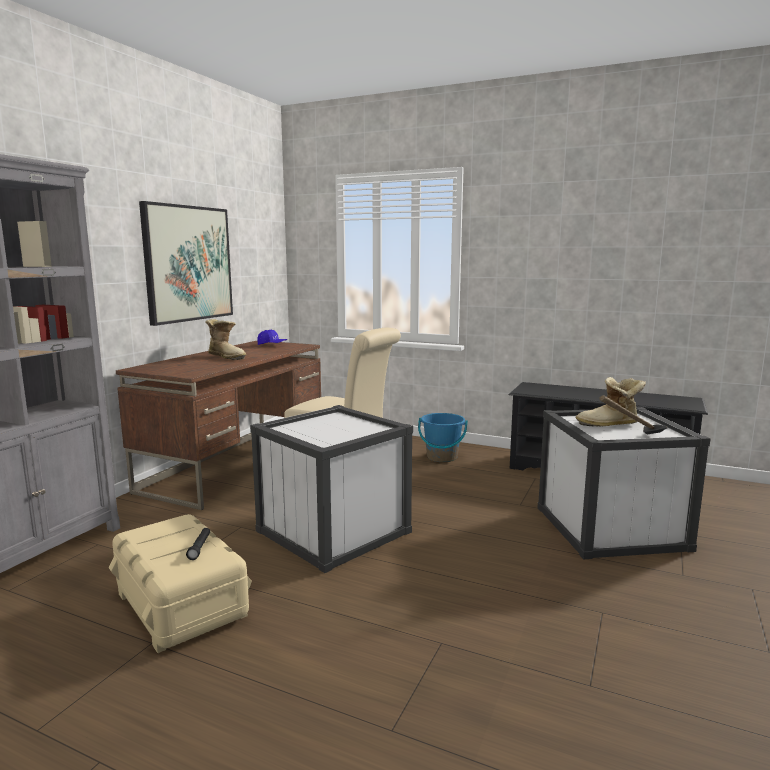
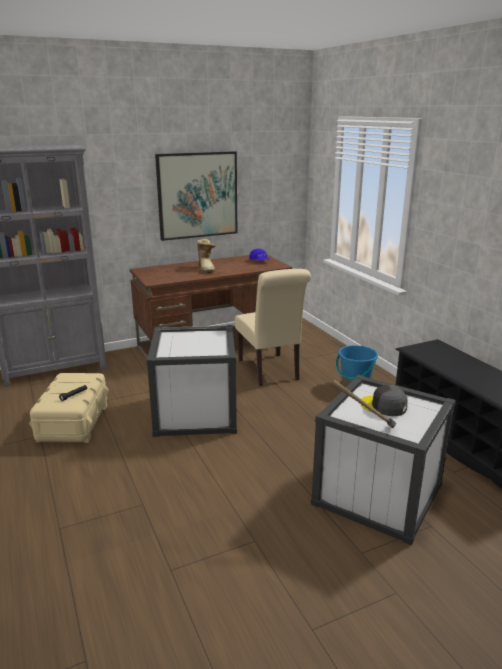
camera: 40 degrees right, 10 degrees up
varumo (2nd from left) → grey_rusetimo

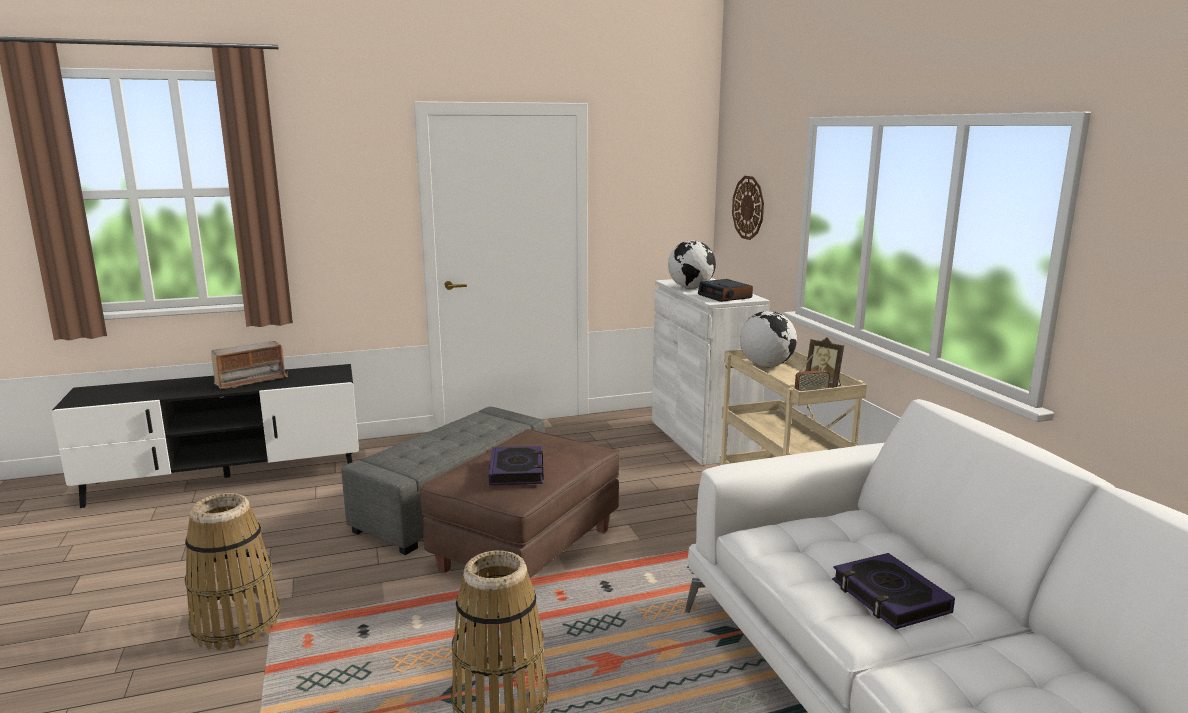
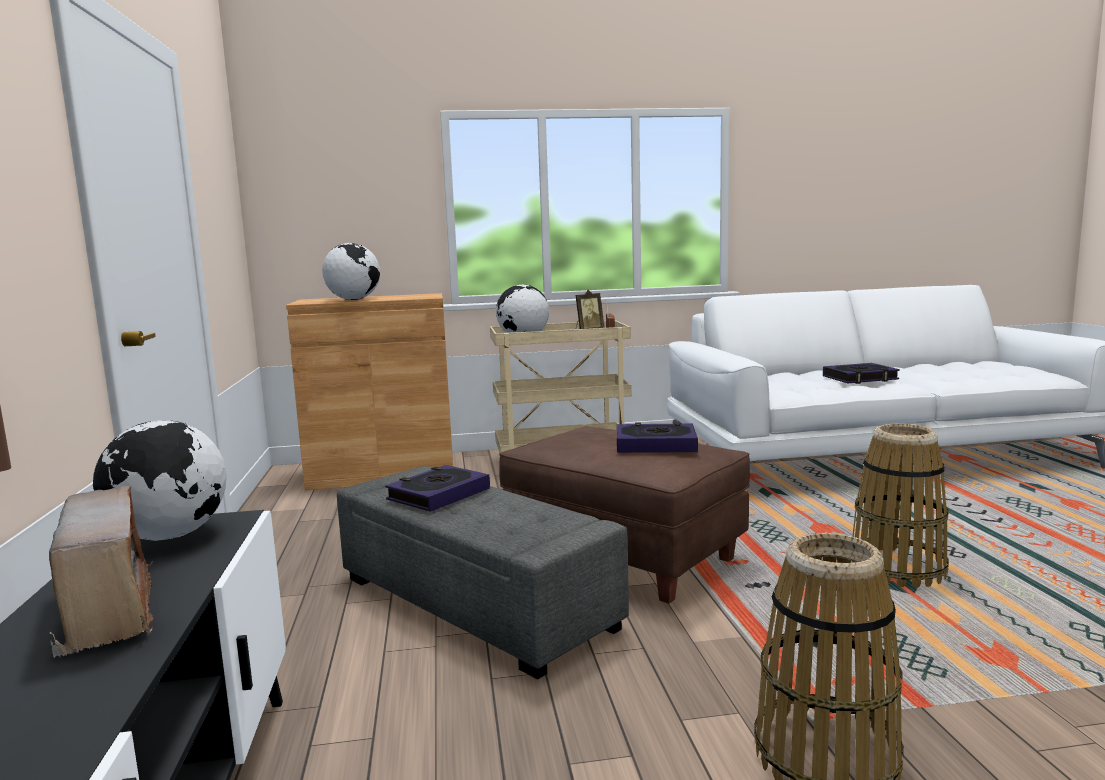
camera: 80 degrees left, 5 degrees down
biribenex → -
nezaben → -
- → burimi (1st from left)
- → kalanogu (1st from left)
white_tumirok → brown_tumirok

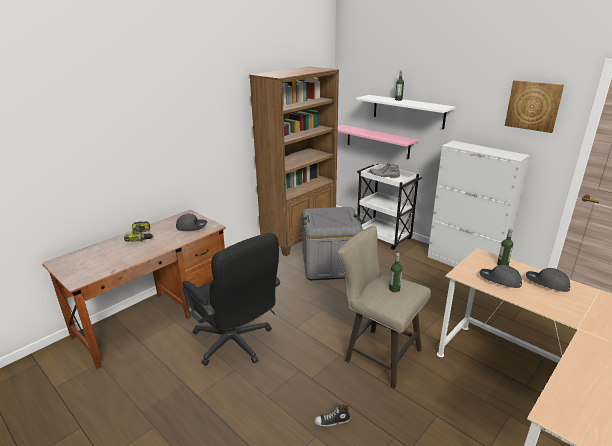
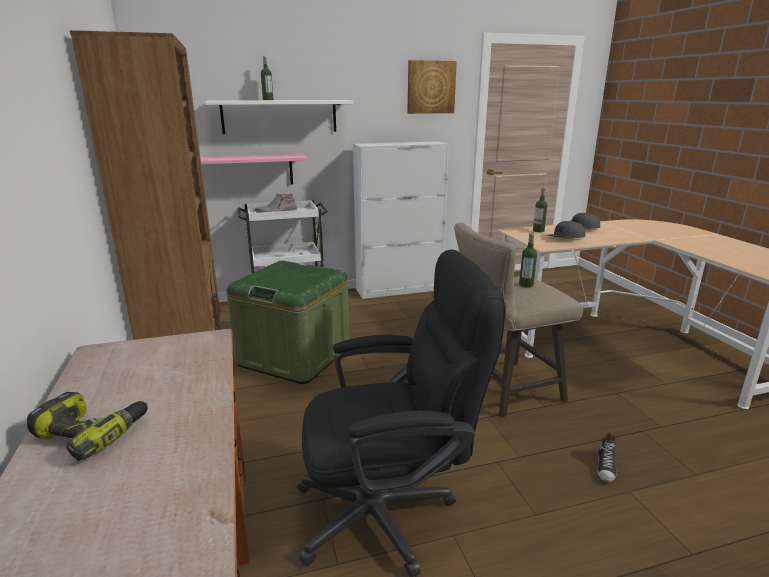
camera: 60 degrees left, 5 degrees down
grey_rusetimo (1st from left) → -
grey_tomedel → green_tomedel

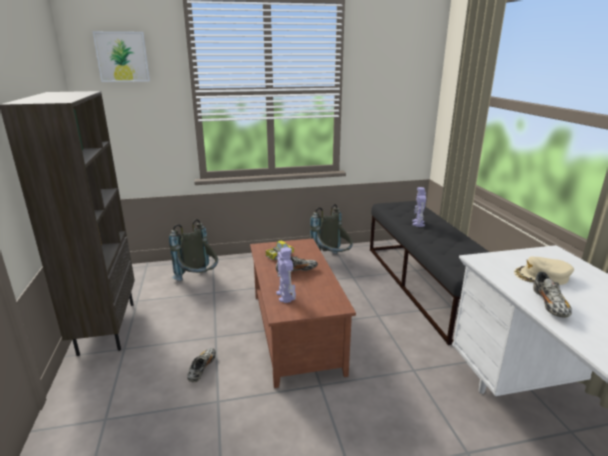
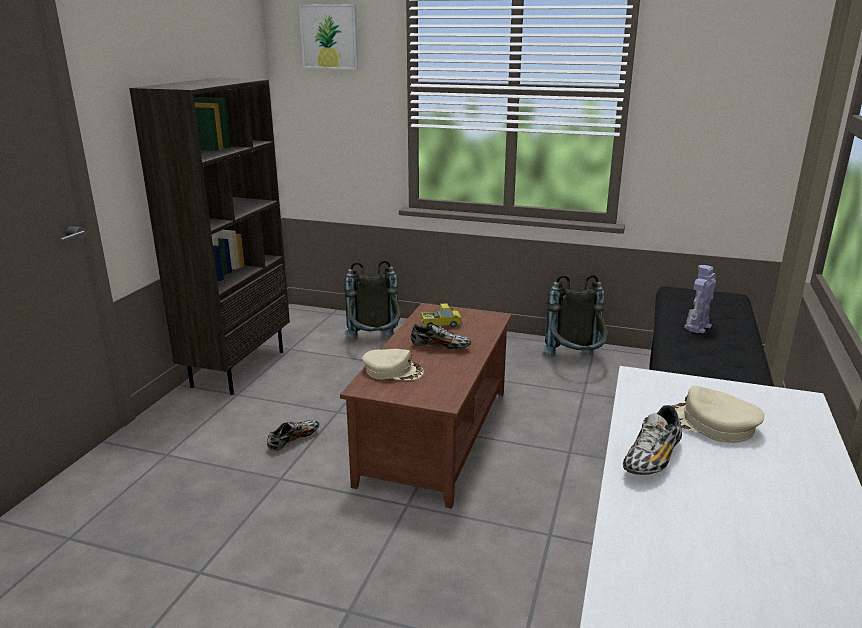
camera: 30 degrees right, 0 degrees up
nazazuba (1st from left) → beige_rusetimo (1st from left)

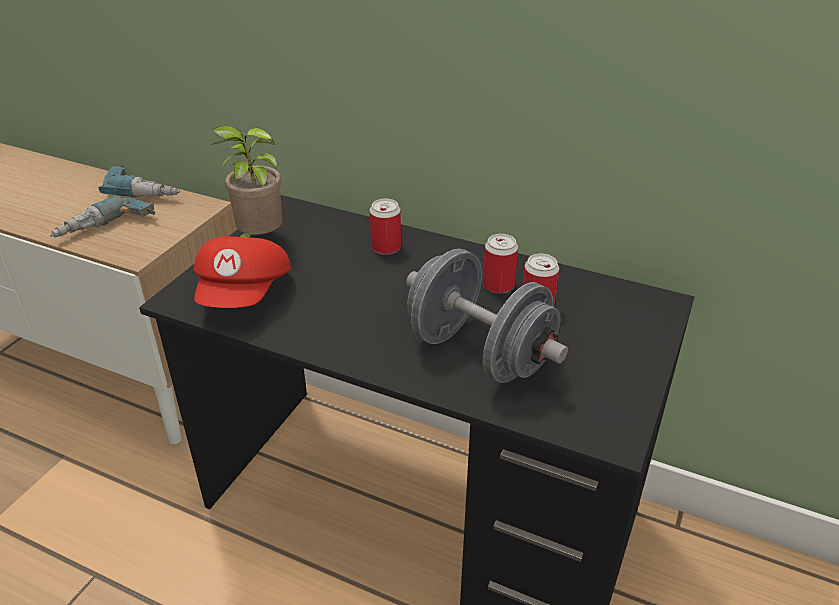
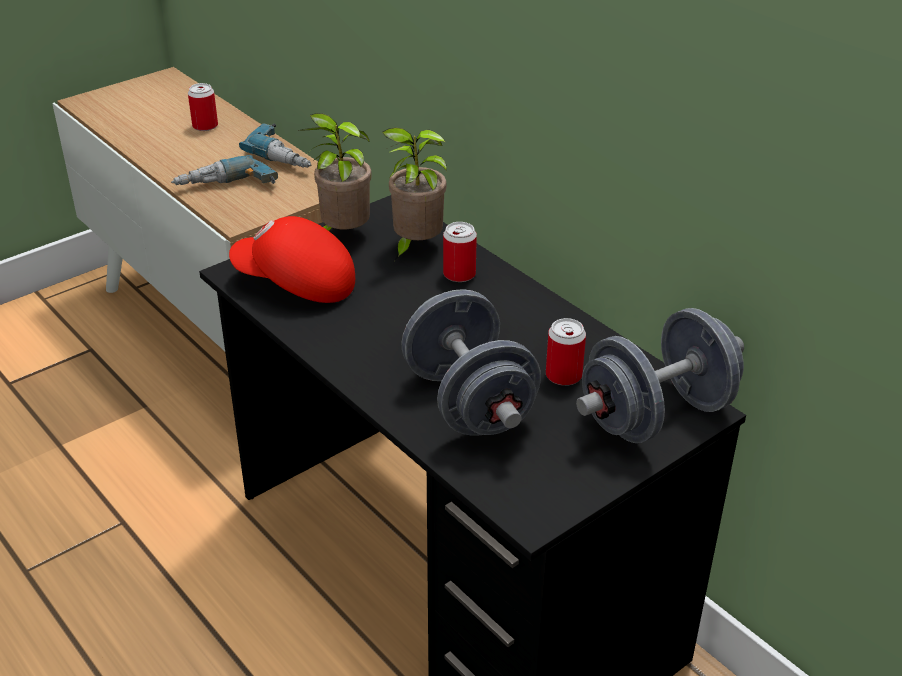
camera: 25 degrees right, 0 degrees up
- → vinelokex (2nd from left)
- → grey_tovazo (2nd from left)
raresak (2nd from left in the first image) → raresak (1st from left), move
red_rusetimo, 75 degrees clockwise

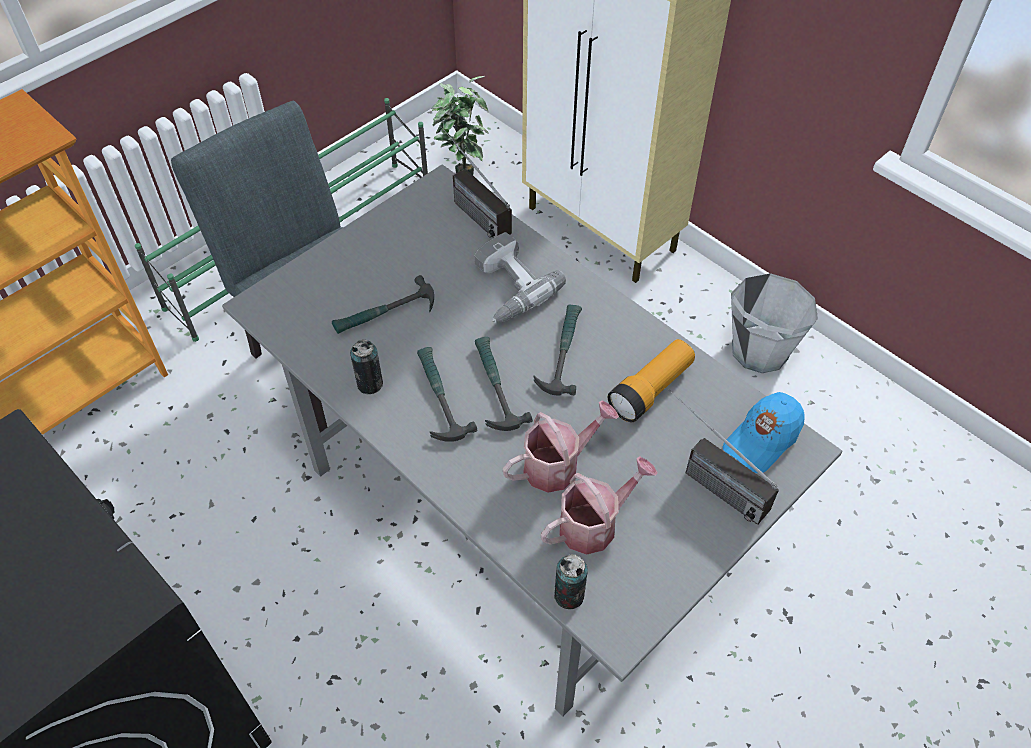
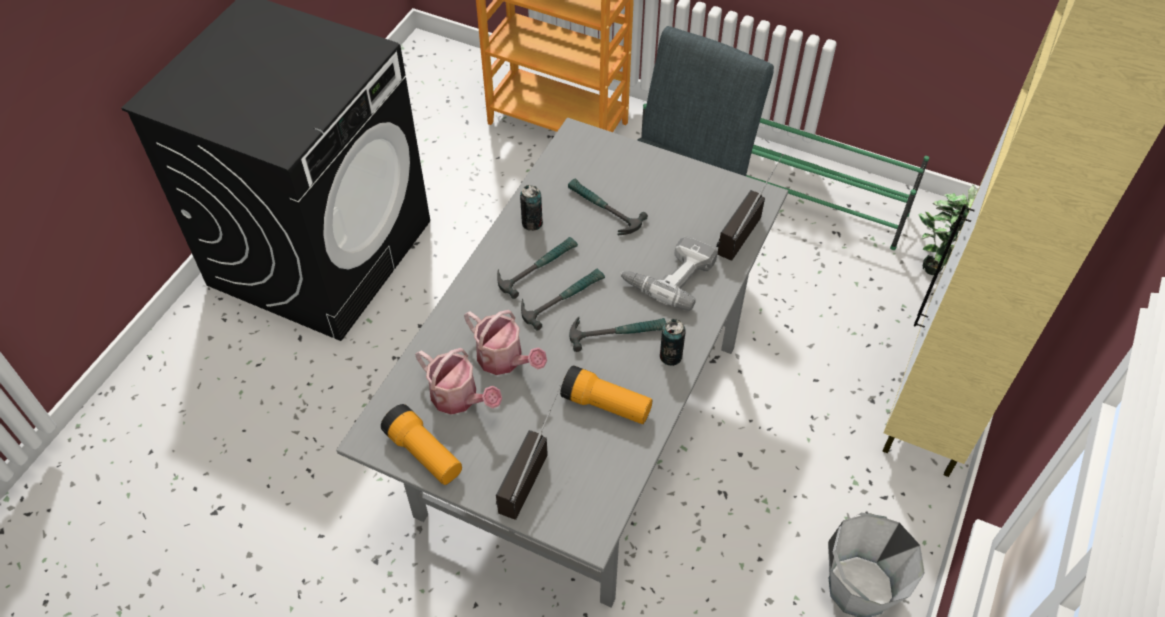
camera: 70 degrees right, 0 degrees up
blue_rusetimo → -
- → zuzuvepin (1st from left)
raresak (2nd from left), move

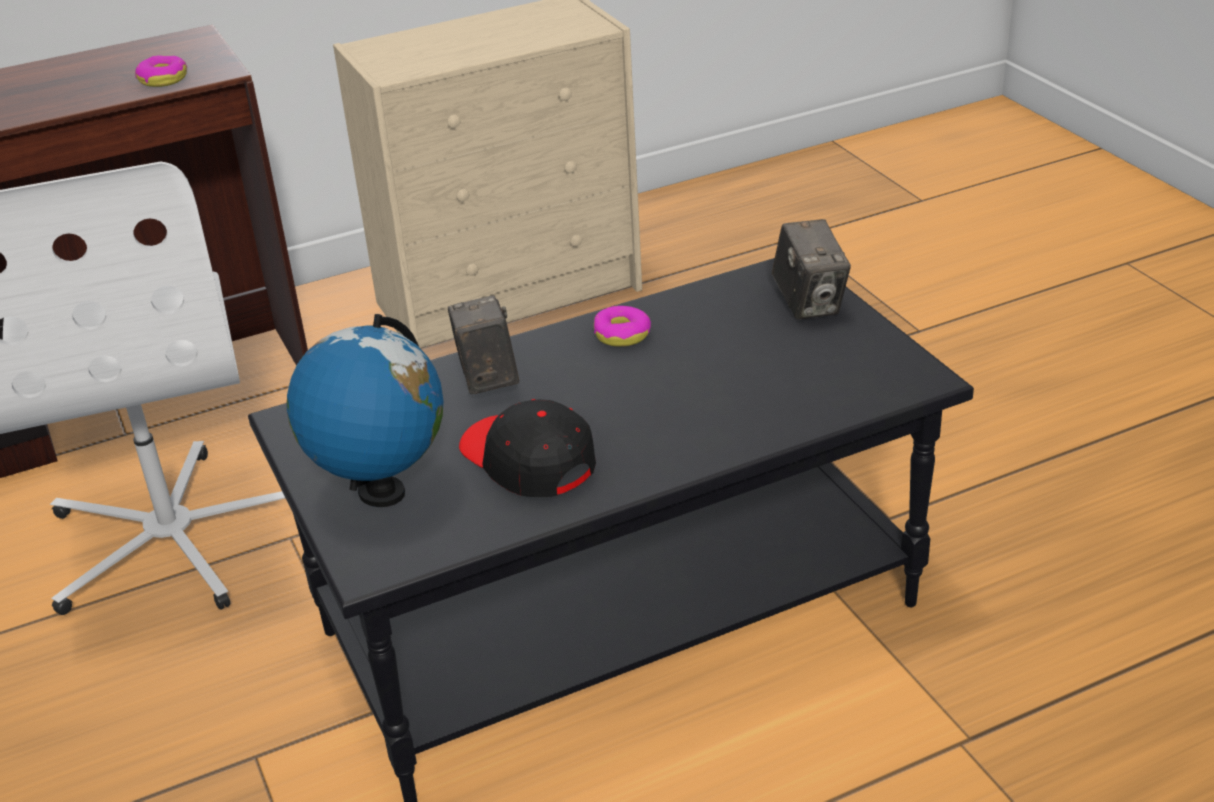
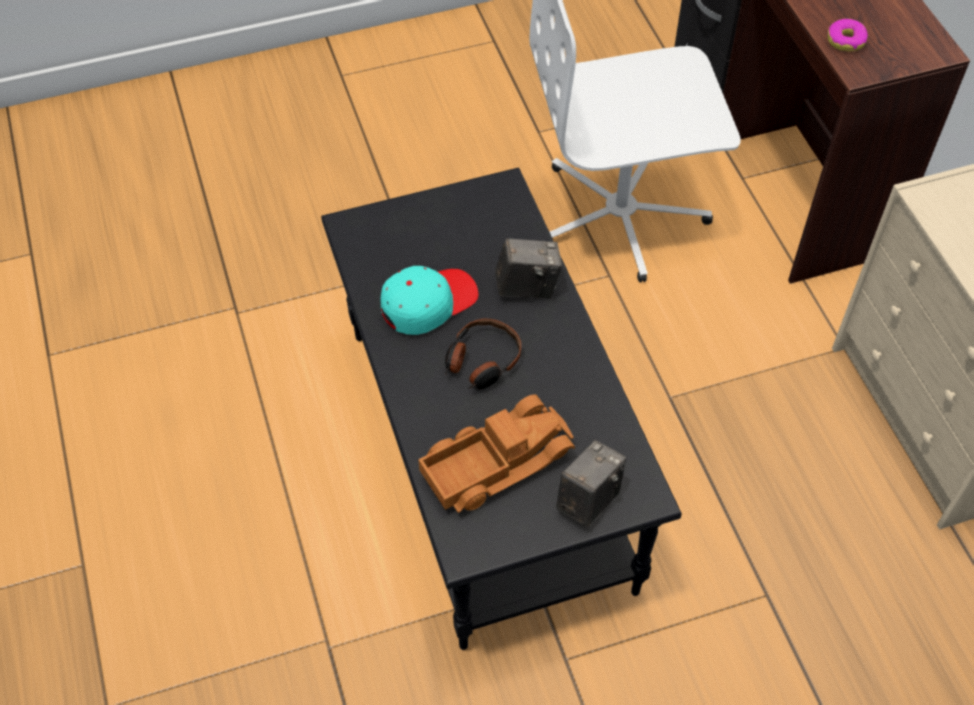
camera: 95 degrees right, 20 degrees up
burimi → -
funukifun (2nd from left) → -
- → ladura
- → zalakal
black_rusetimo → turquoise_rusetimo
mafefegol (2nd from left), 135 degrees clockwise

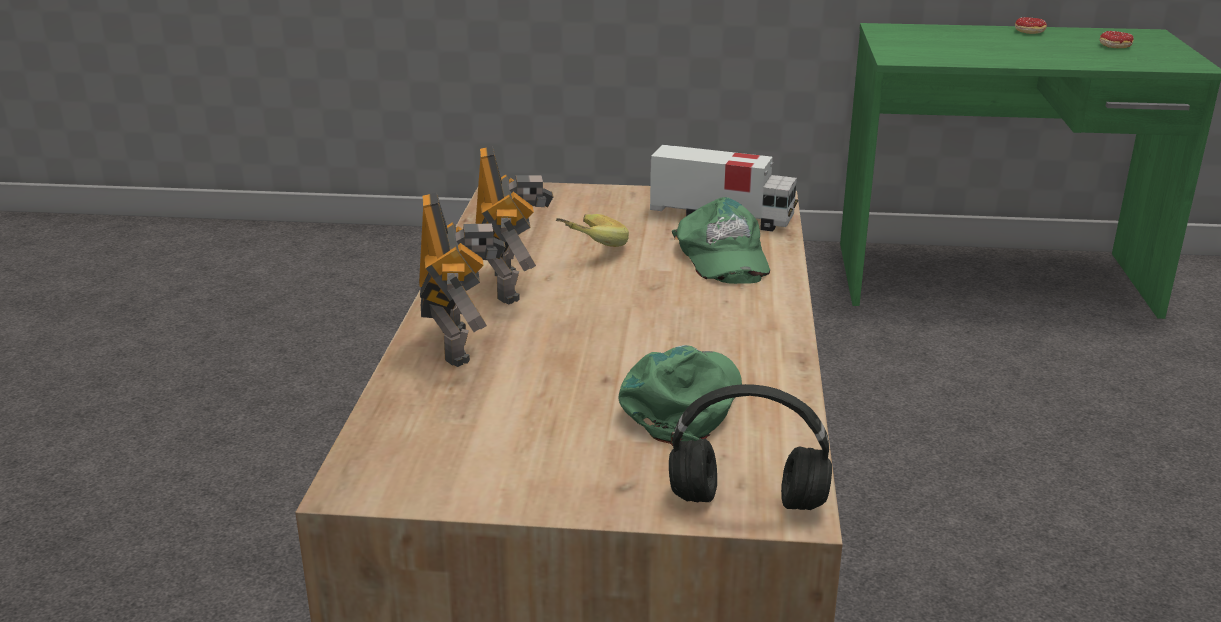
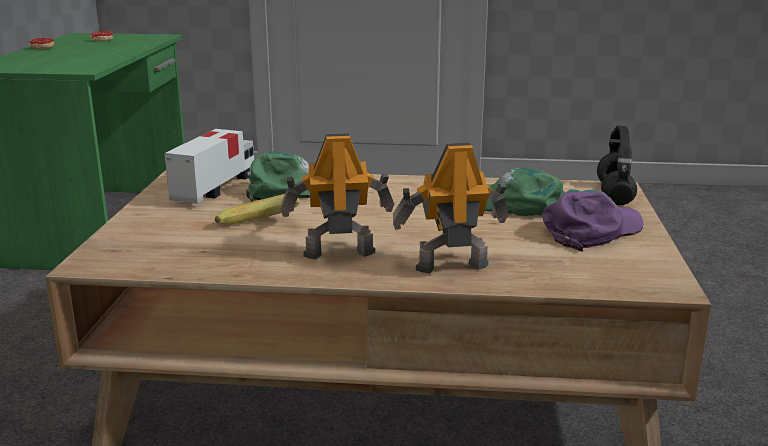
camera: 90 degrees left, 5 degrees down
- → purple_rusetimo

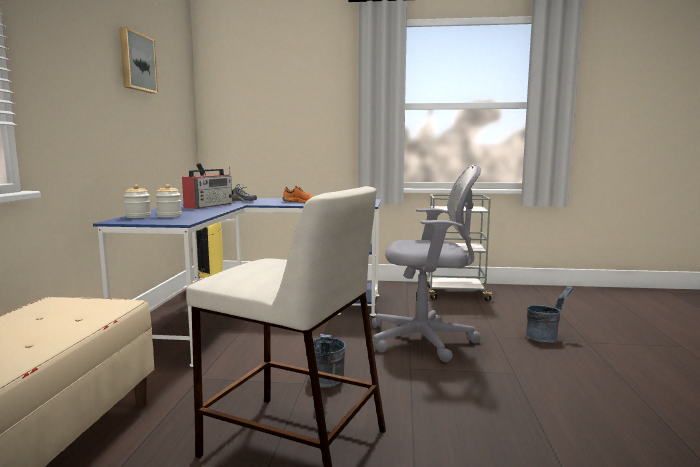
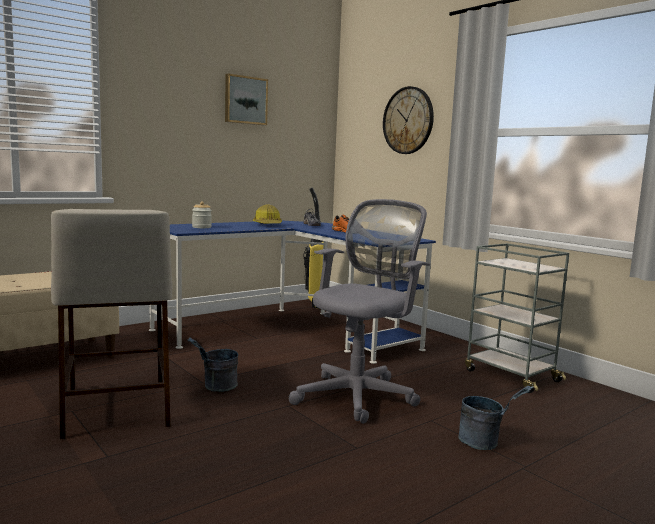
camera: 45 degrees right, 0 degrees up
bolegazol (1st from left) → -
- → nezaben
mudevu → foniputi
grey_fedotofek, 105 degrees counterclockwise

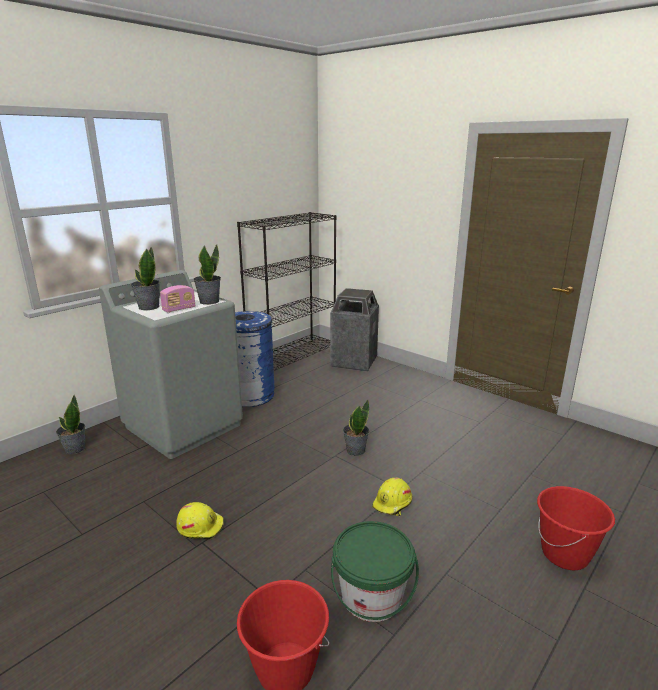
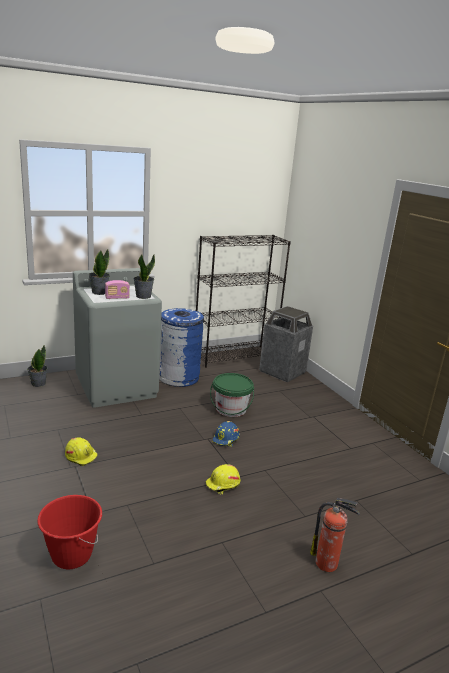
camera: 20 degrees right, 0 degrees up
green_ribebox, move
vinelokex (4th from left) → blue_foniputi
red_ribebox (2nd from left) → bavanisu

